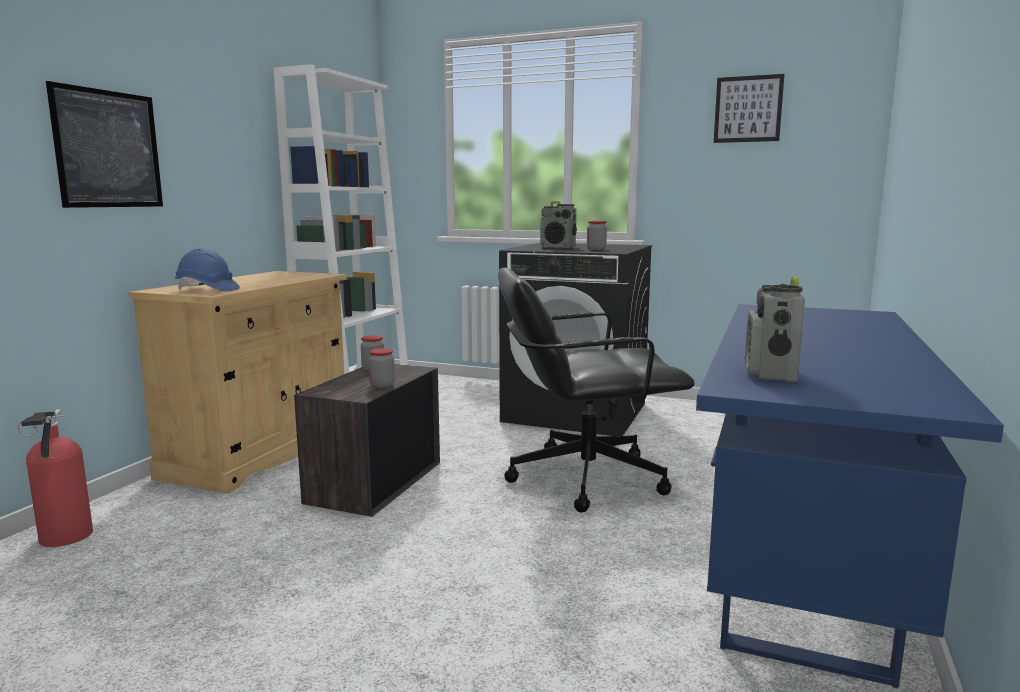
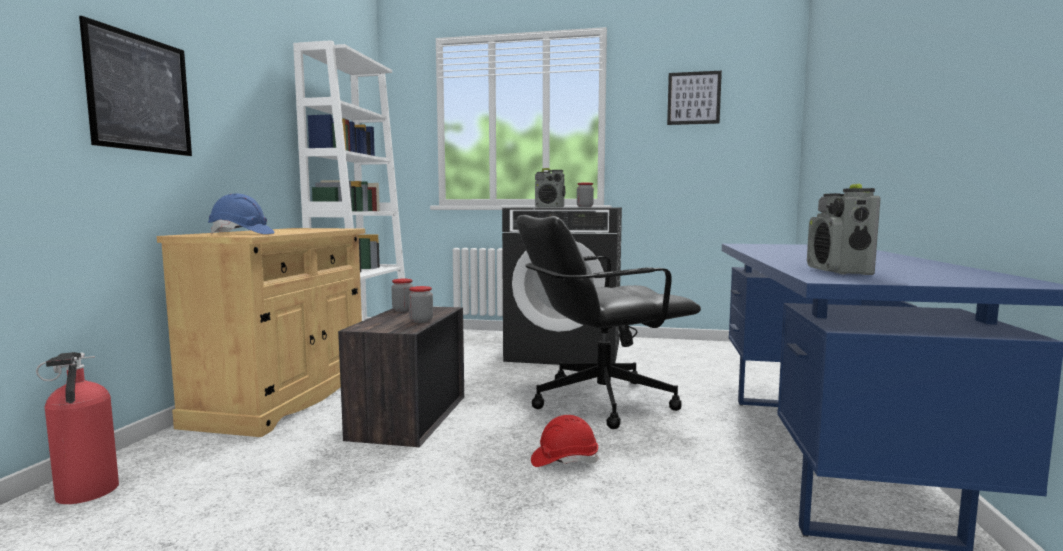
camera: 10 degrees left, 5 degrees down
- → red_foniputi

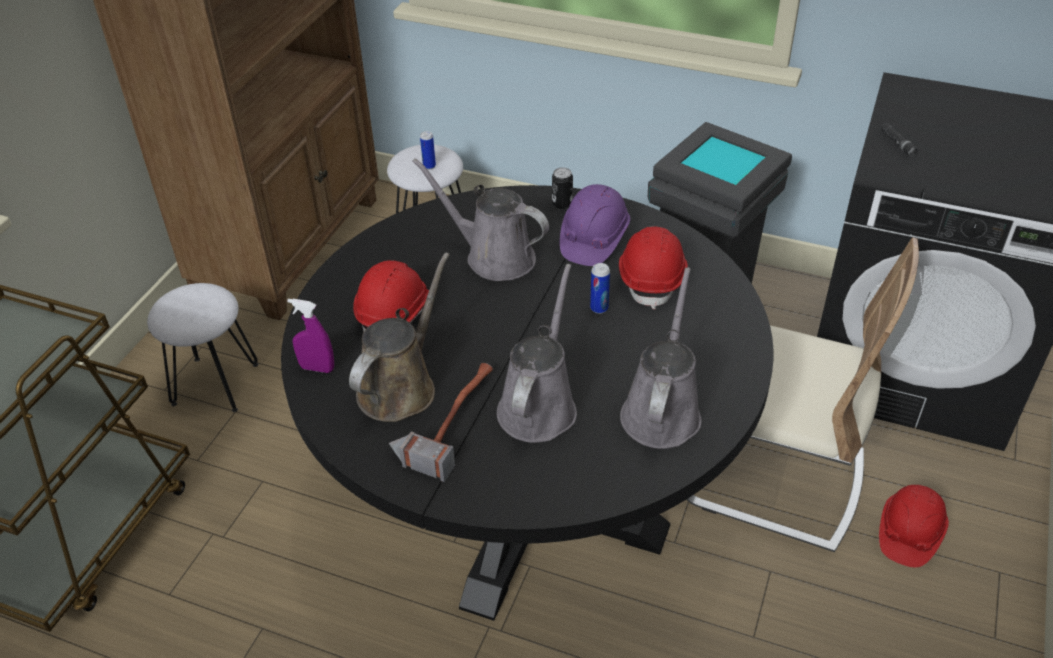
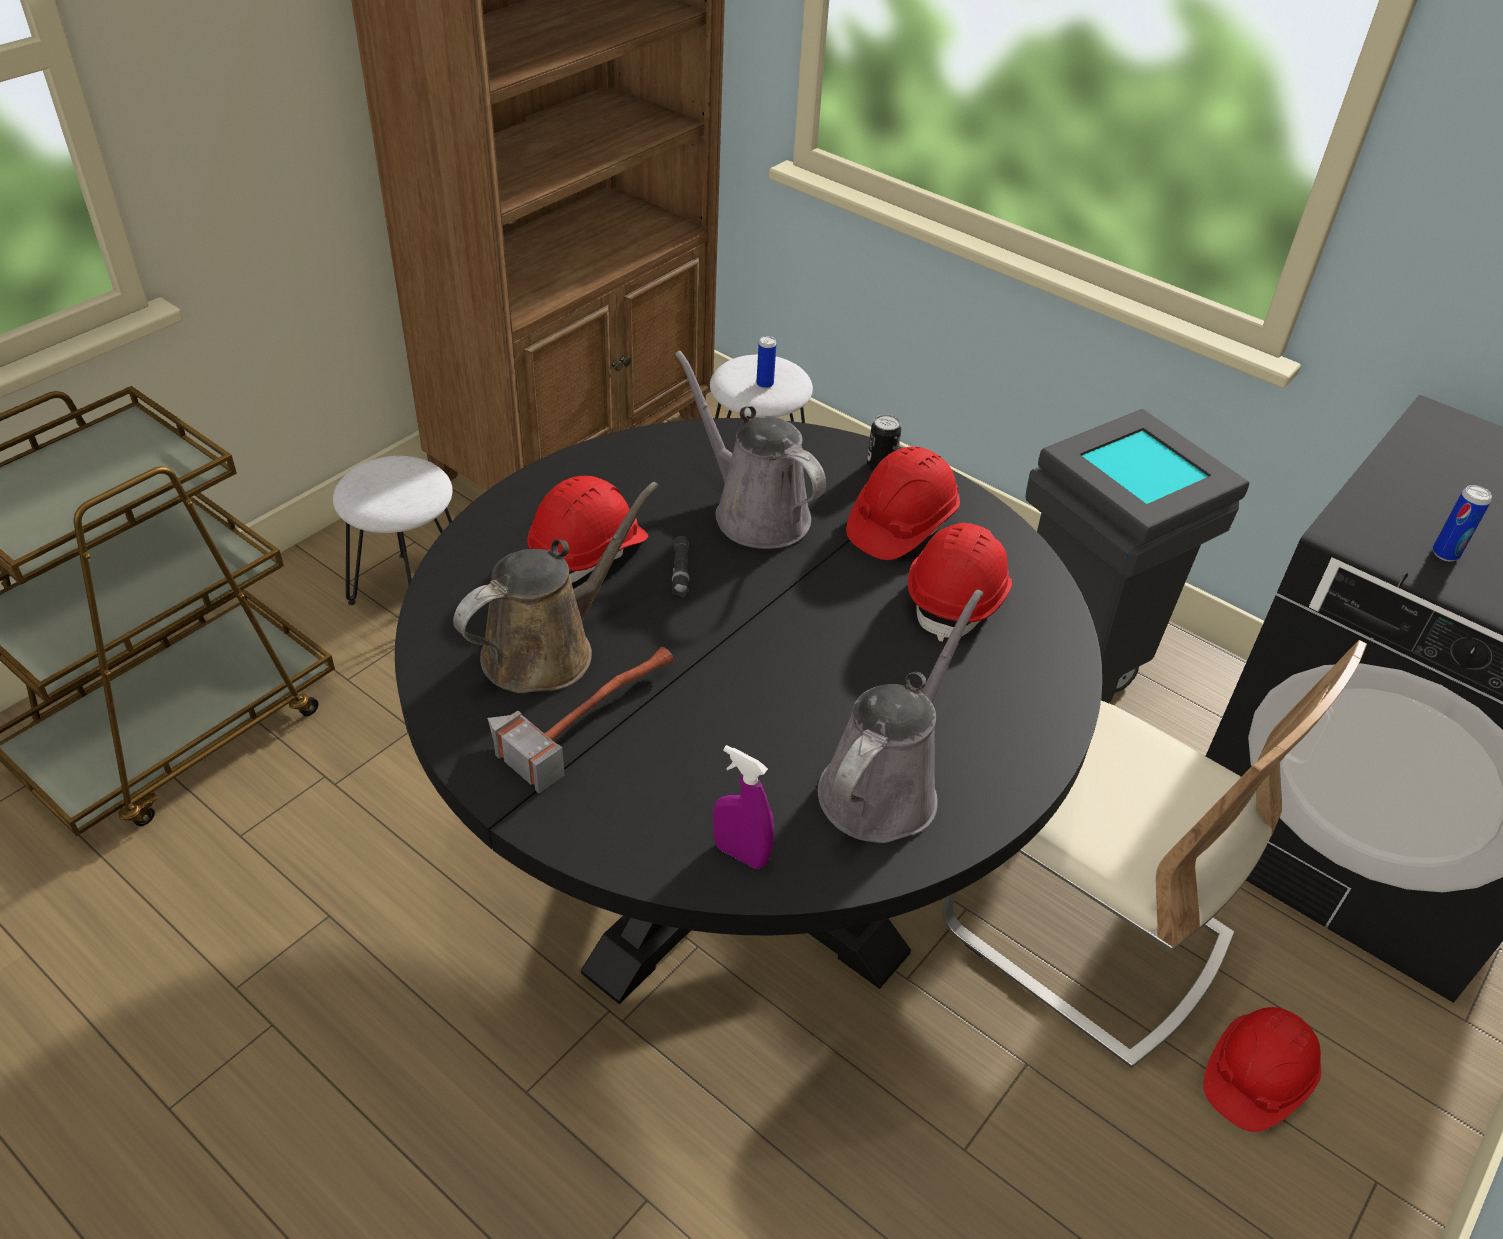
camera: 15 degrees right, 0 degrees up
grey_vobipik (2nd from left) → -
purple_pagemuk, move
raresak (3rd from left), move
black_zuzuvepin, move
purple_foniputi → red_foniputi (2nd from left)

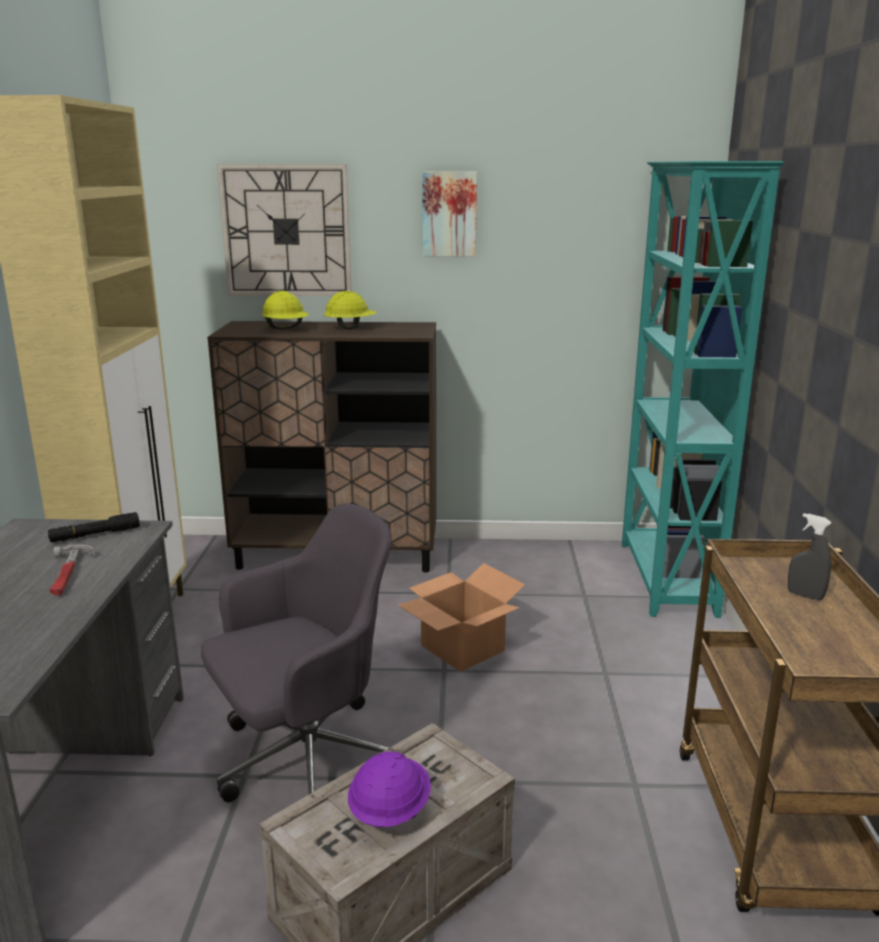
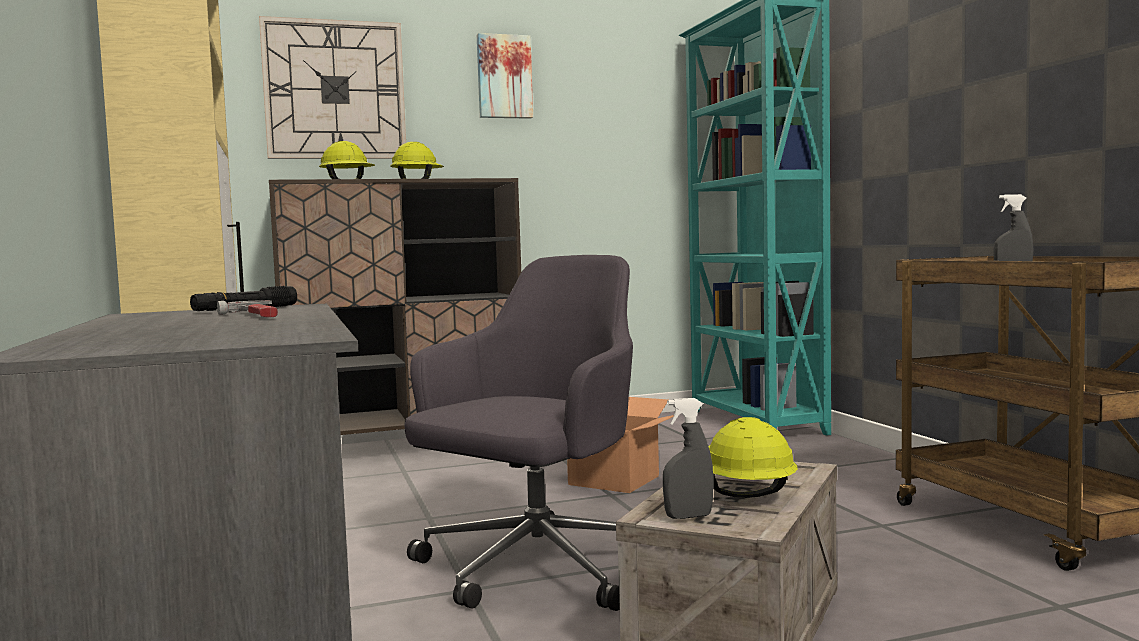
camera: 20 degrees left, 15 degrees down
- → grey_pagemuk (1st from left)
purple_foniputi → yellow_foniputi (3rd from left)

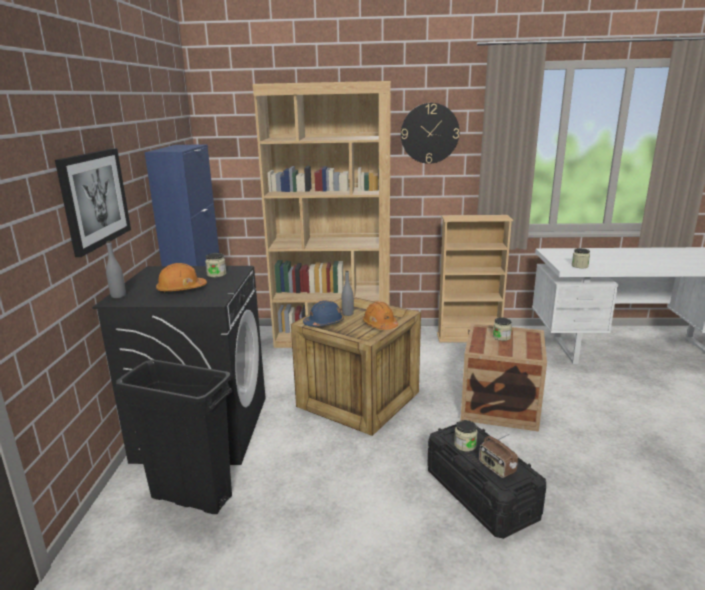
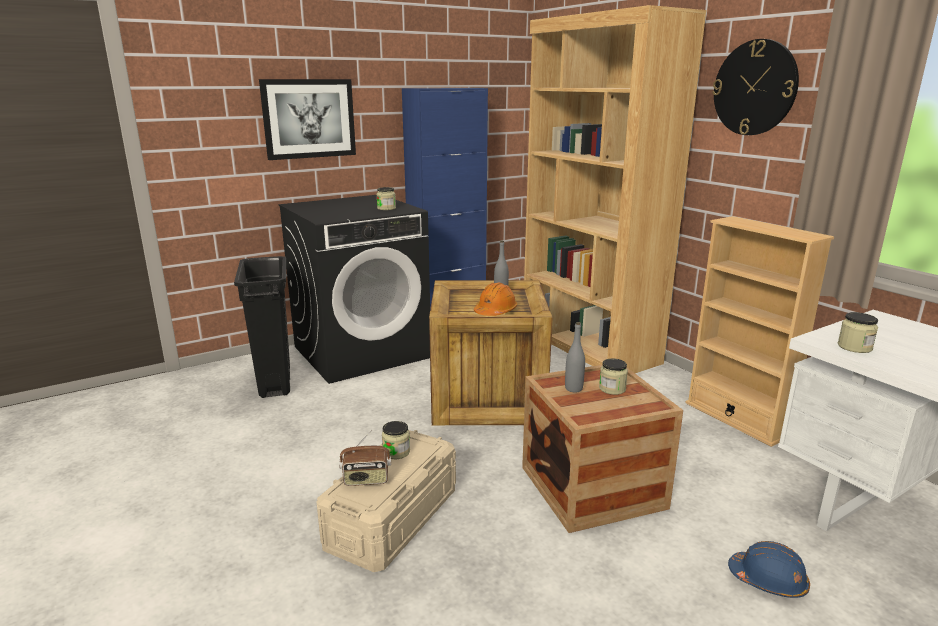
camera: 55 degrees right, 0 degrees up
orange_foniputi (1st from left) → -
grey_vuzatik (1st from left in the first image) → grey_vuzatik (2nd from left), move
blue_foniputi, move
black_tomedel → beige_tomedel
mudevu, 120 degrees counterclockwise

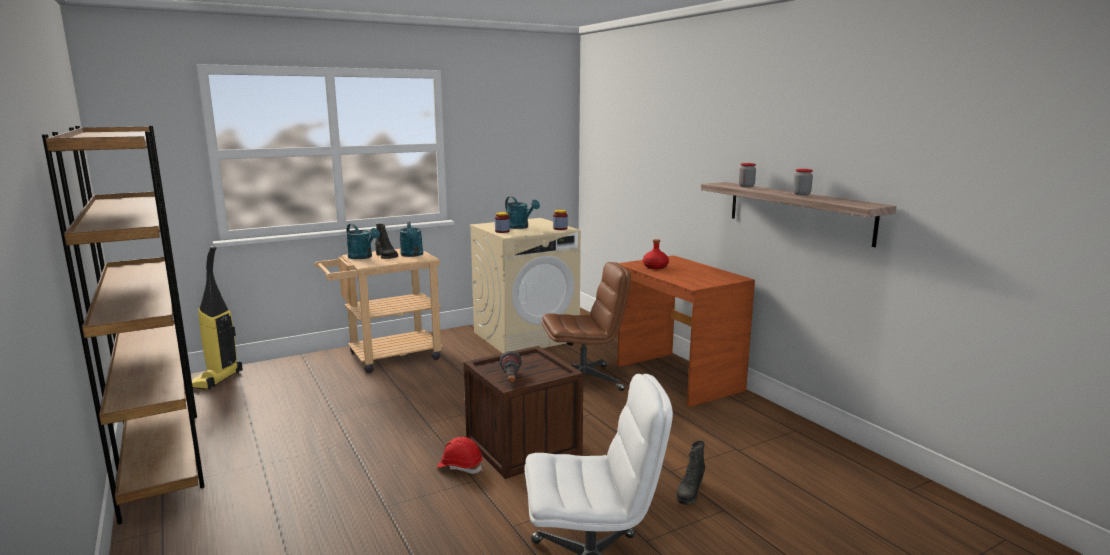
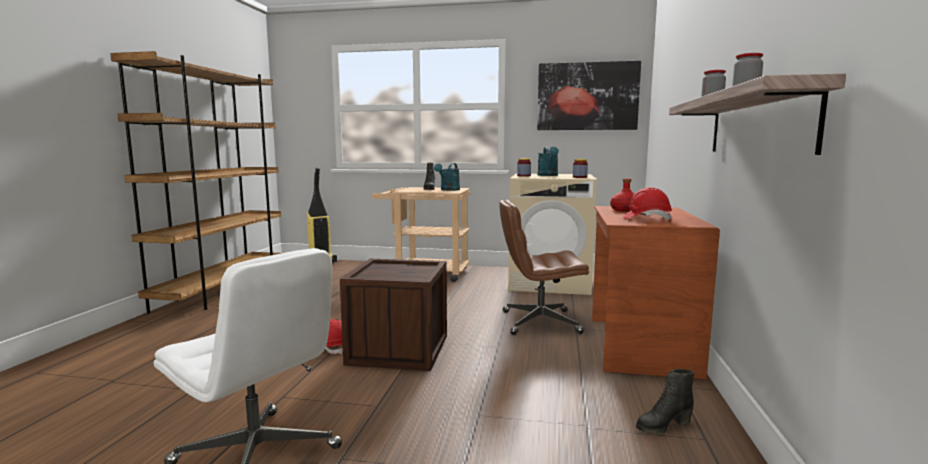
camera: 40 degrees right, 5 degrees down
turquoise_vobipik (1st from left) → -
zuzuvepin → -
- → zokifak
- → red_foniputi (2nd from left)
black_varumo (2nd from left), move
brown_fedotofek, 150 degrees clockwise

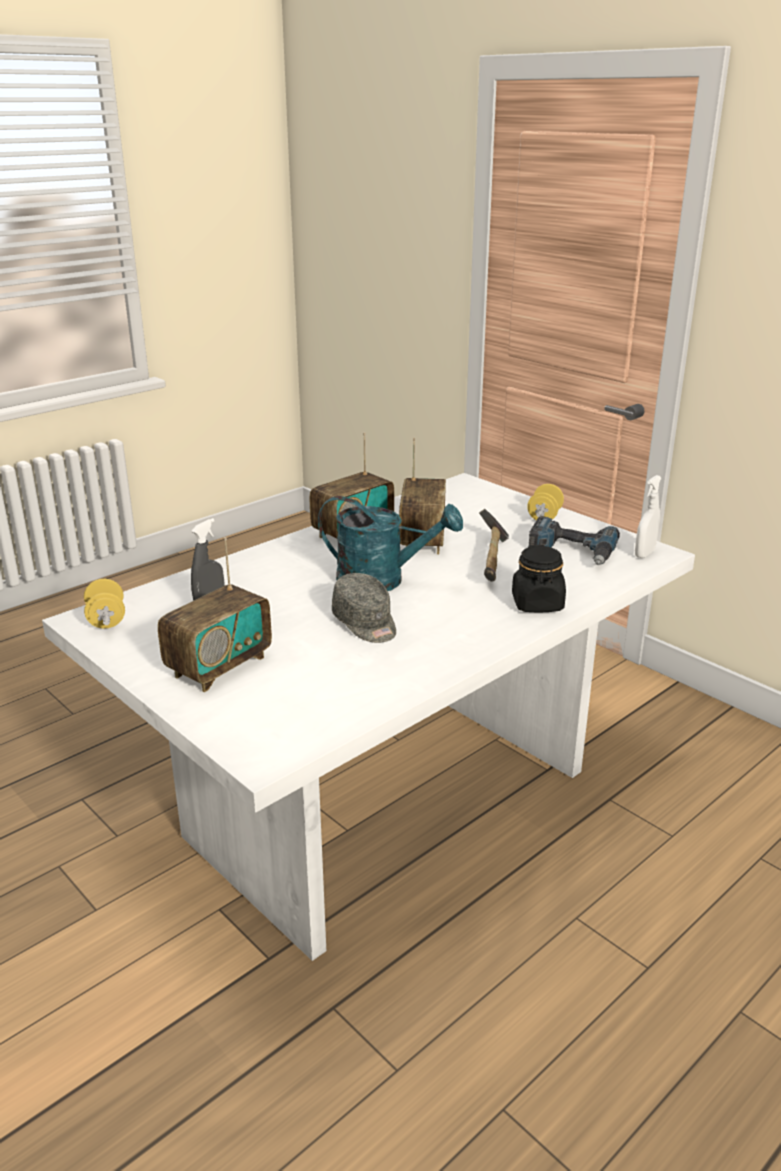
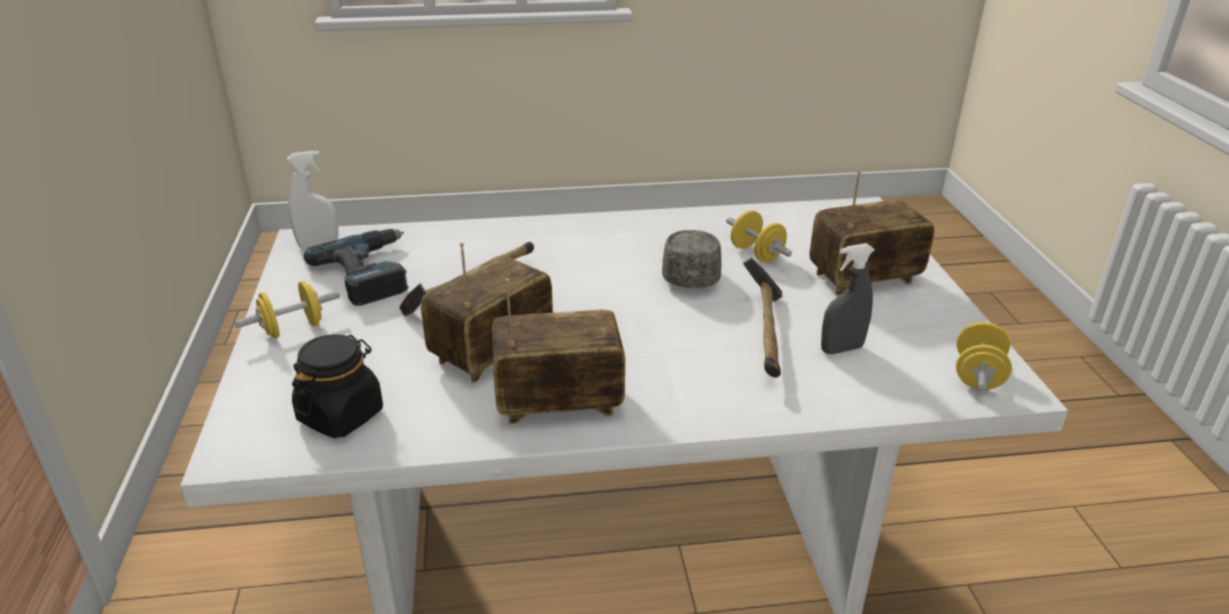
camera: 145 degrees left, 5 degrees up
turquoise_vobipik → -
- → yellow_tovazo (2nd from left)
- → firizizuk (2nd from left)
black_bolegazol, move

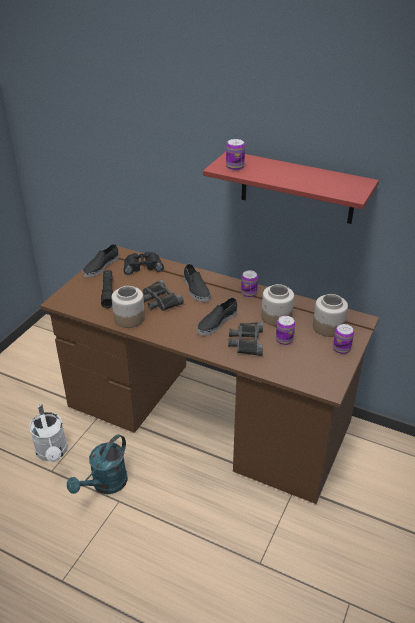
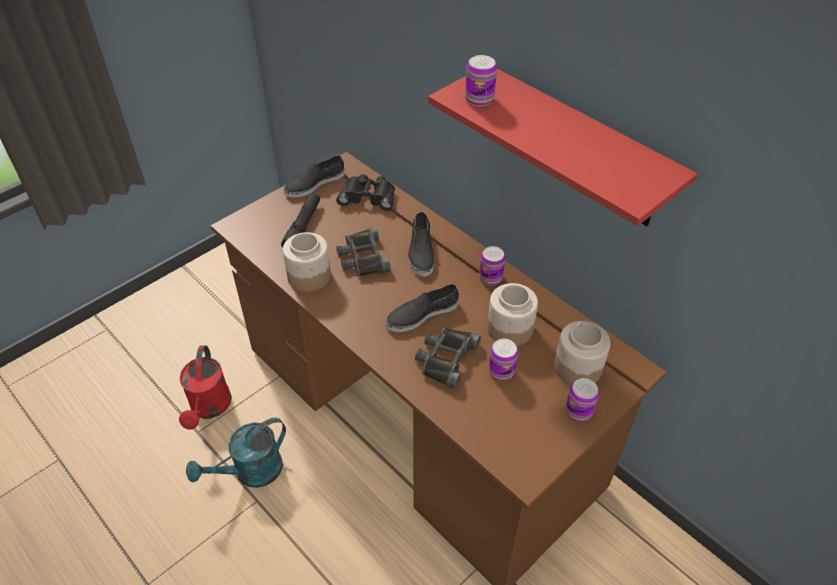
camera: 20 degrees right, 10 degrees up
white_vobipik → red_vobipik

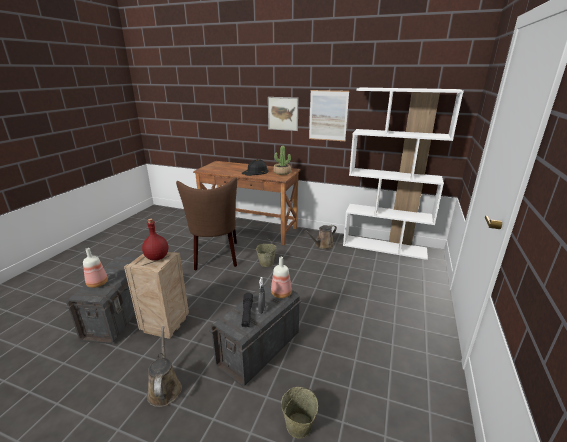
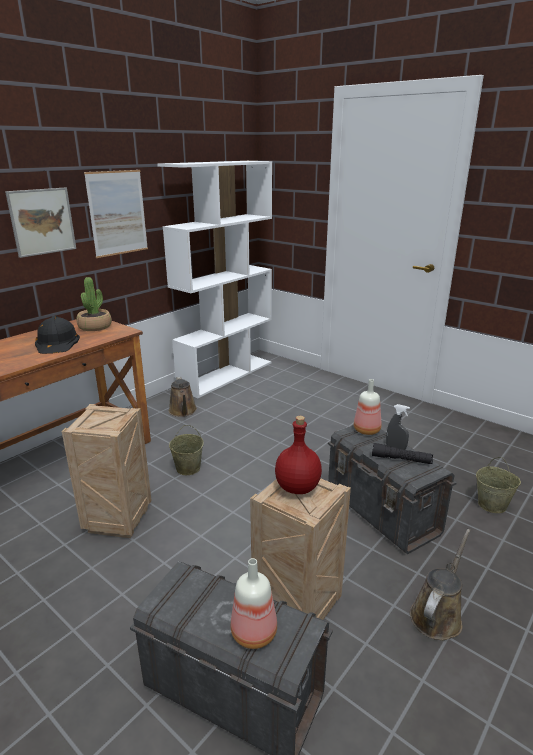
camera: 70 degrees left, 0 degrees up
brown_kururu → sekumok (1st from left)
brown_vobipik (1st from left in the first image) → brown_vobipik (2nd from left), 120 degrees clockwise

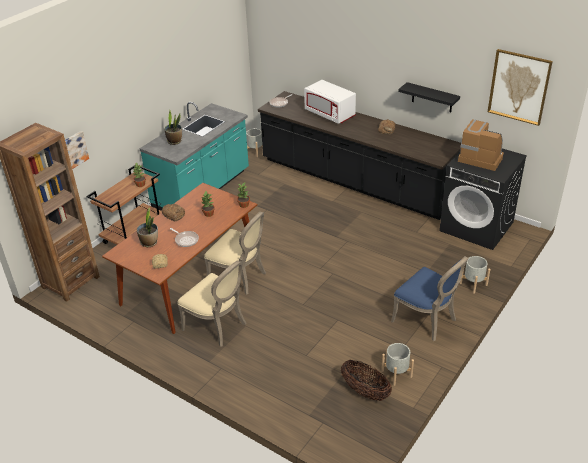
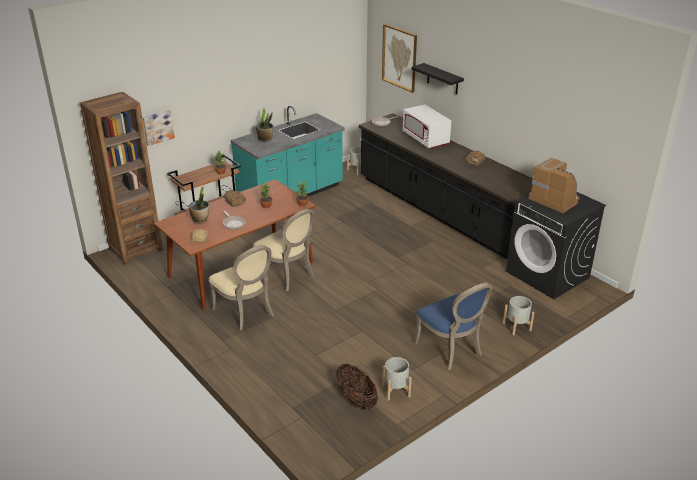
camera: 15 degrees right, 5 degrees down
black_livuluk, move
zokifak (2nd from left), move

